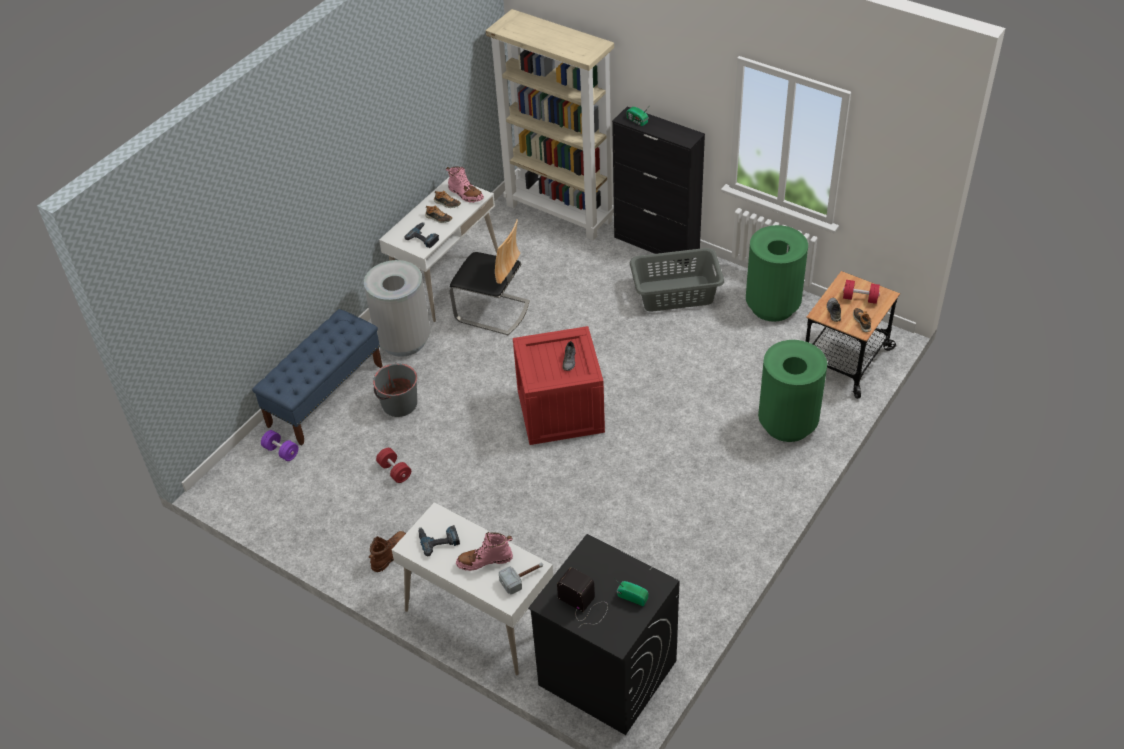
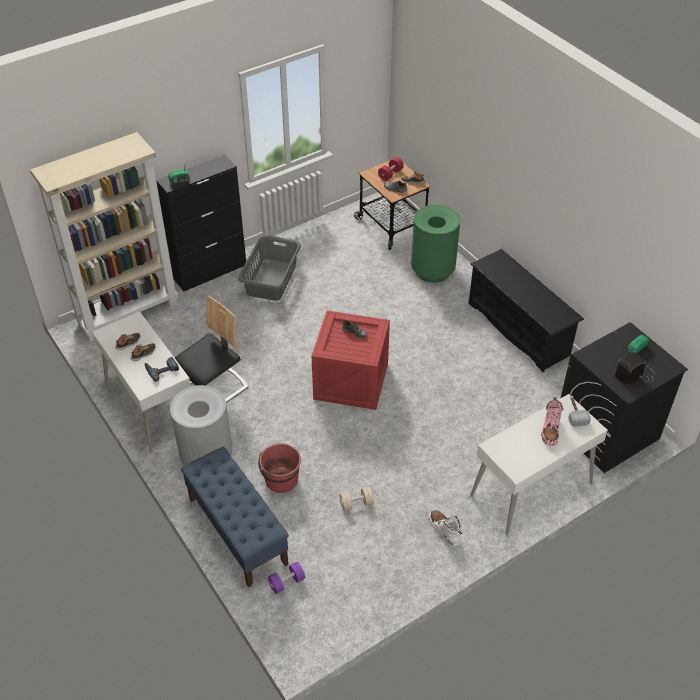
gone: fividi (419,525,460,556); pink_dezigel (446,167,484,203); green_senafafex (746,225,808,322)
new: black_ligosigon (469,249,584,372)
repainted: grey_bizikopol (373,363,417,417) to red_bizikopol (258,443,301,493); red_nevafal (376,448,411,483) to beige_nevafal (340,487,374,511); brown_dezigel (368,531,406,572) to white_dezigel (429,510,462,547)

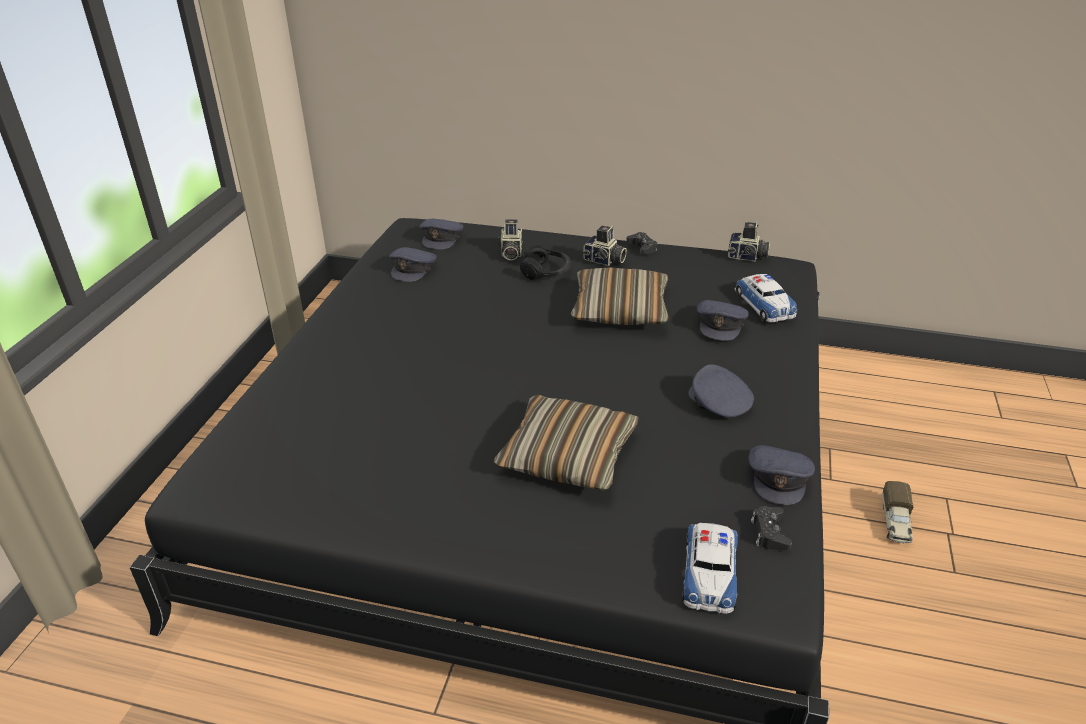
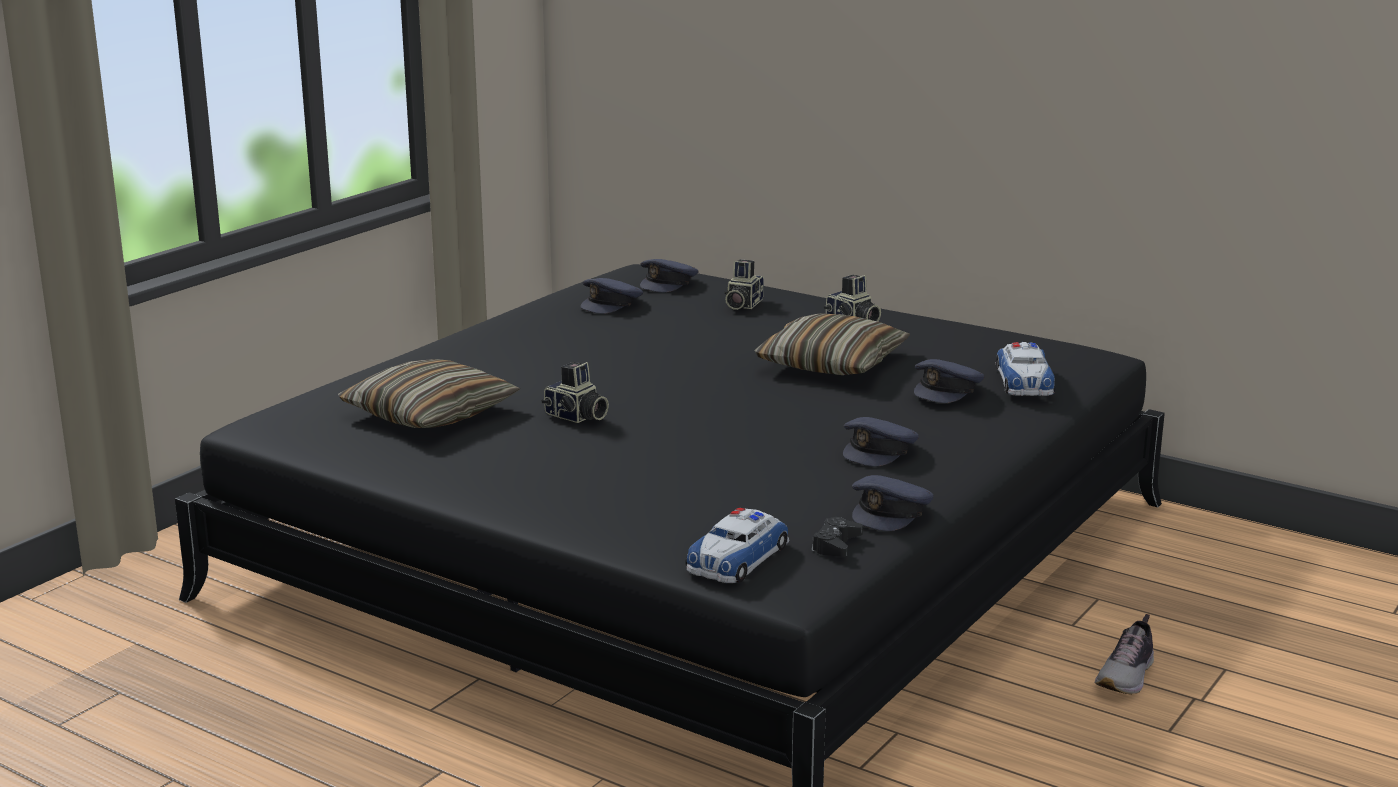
gone: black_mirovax (520,245,571,280); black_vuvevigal (626,232,657,255)
shifted: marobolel (494,395,639,491) to (338,359,520,428); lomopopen (728,222,771,261) to (542,362,609,423)
swapped: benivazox (882,481,913,543) to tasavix (1095,614,1154,695)
rotated: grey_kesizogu (689,365,754,418) = (843,417,919,466) 135 degrees counterclockwise

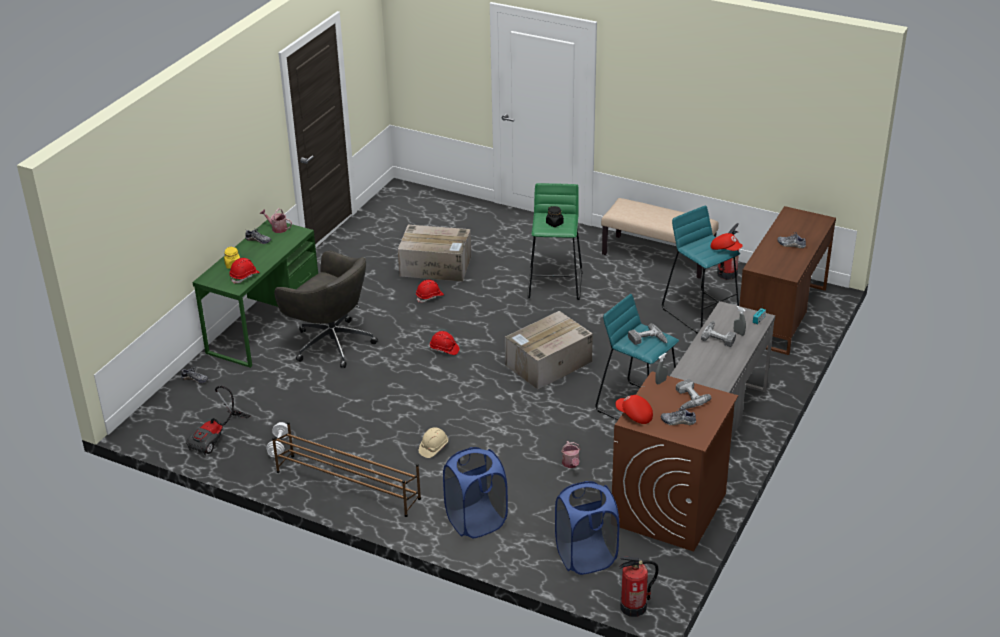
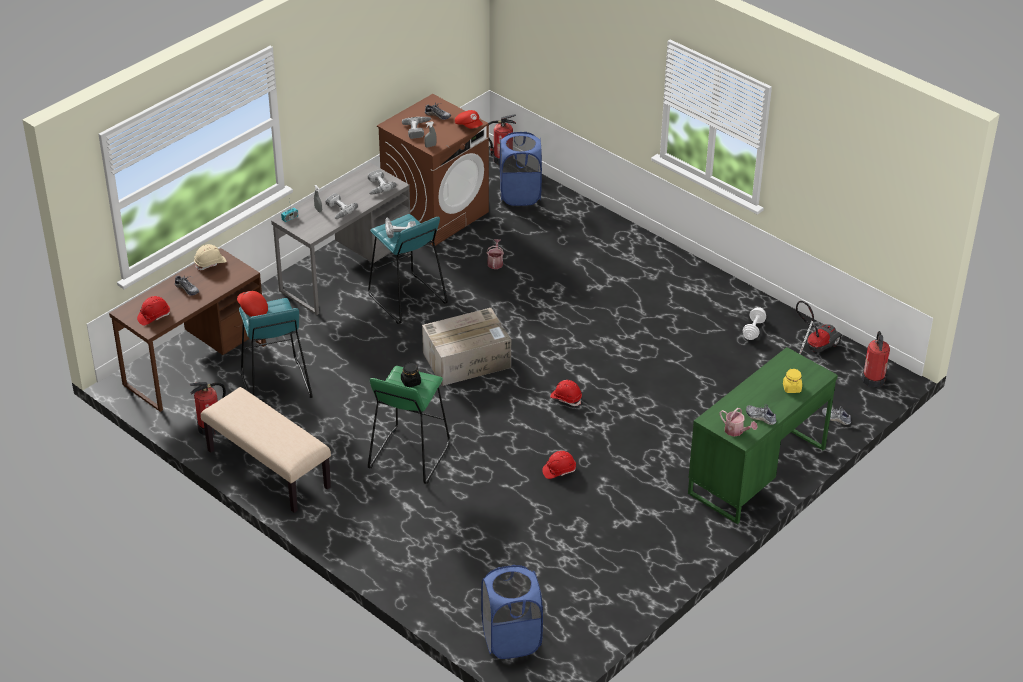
gone: brown_ligosigon (272,422,421,517); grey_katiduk (274,250,378,368); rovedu (398,225,471,282)
new: fividi (368,169,397,194); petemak (862,331,890,388)
shifted: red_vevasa (229,258,259,284) to (137,296,170,325); beige_vevasa (419,427,448,458) to (194,244,227,270); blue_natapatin (443,447,508,538) to (481,565,543,659)

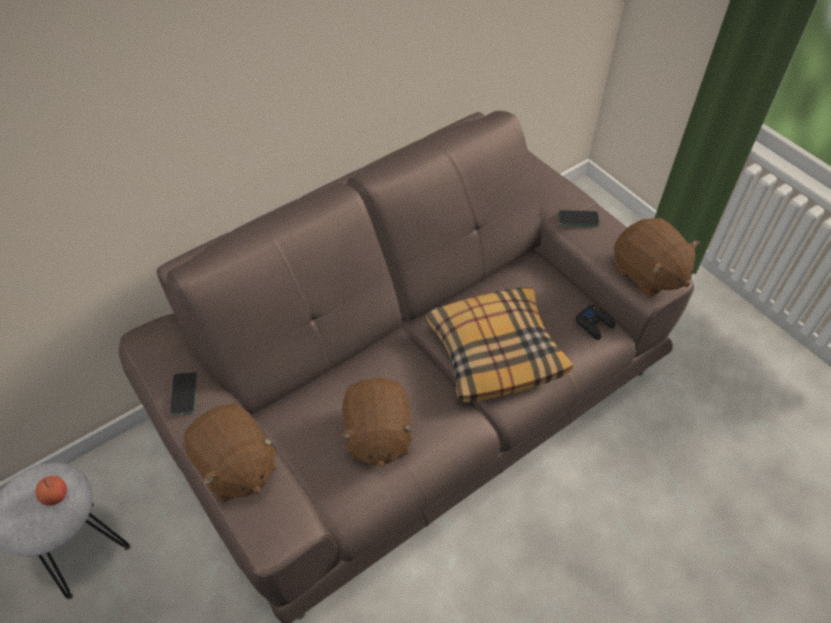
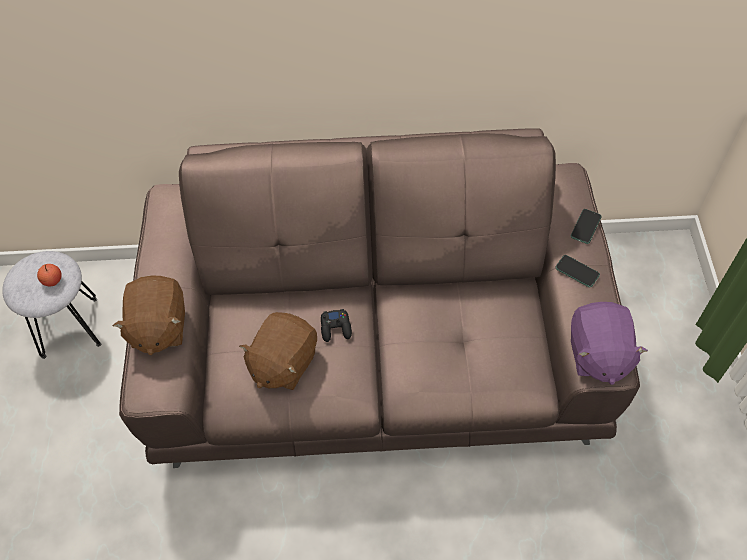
gone: marobolel (425,287,573,402)
shifted: black_vuvevigal (575,304,615,340) to (321,309,352,342); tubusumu (170,372,197,415) to (571,209,602,244)
repainted: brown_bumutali (614,218,700,298) to purple_bumutali (571,302,648,385)

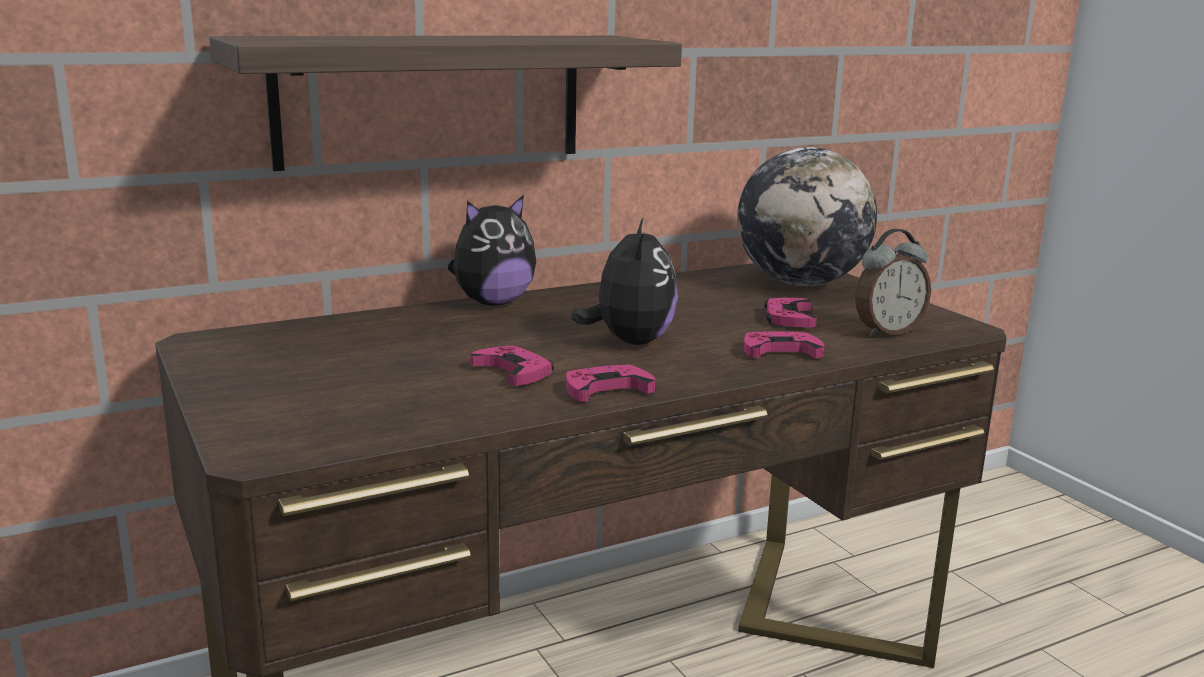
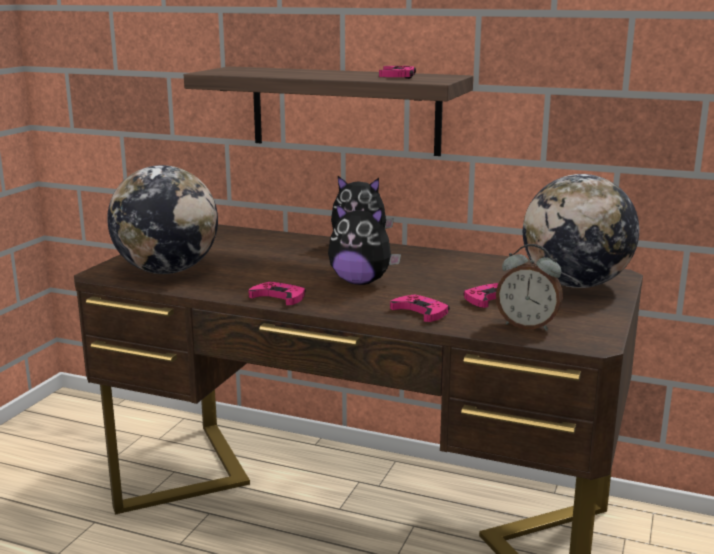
new: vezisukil (107,165,218,274)
shifted: pink_vuvevigal (470,345,554,386) to (379,66,416,79)
rotated: bumutali (571,217,678,345) = (328,203,401,285) 60 degrees clockwise

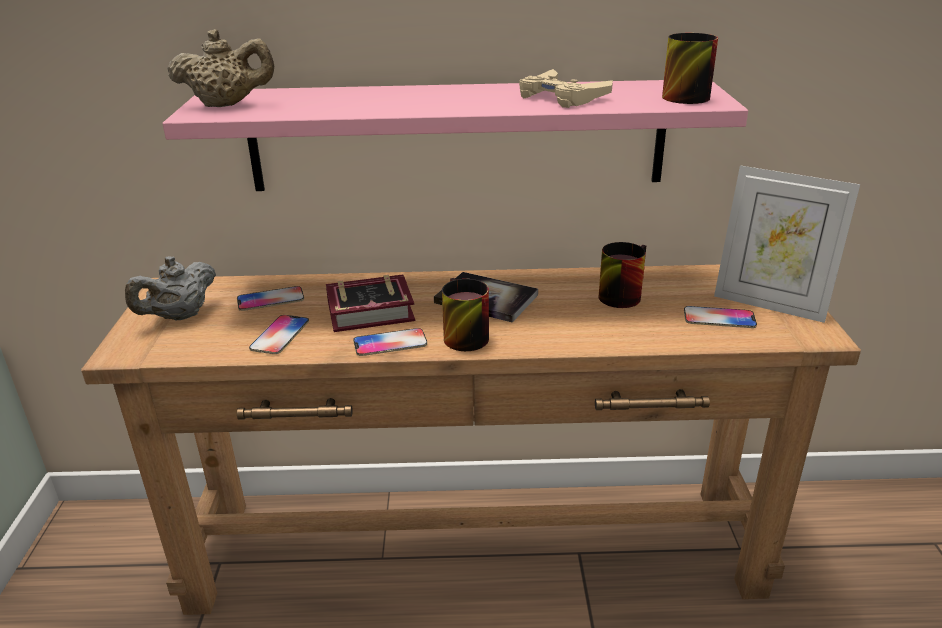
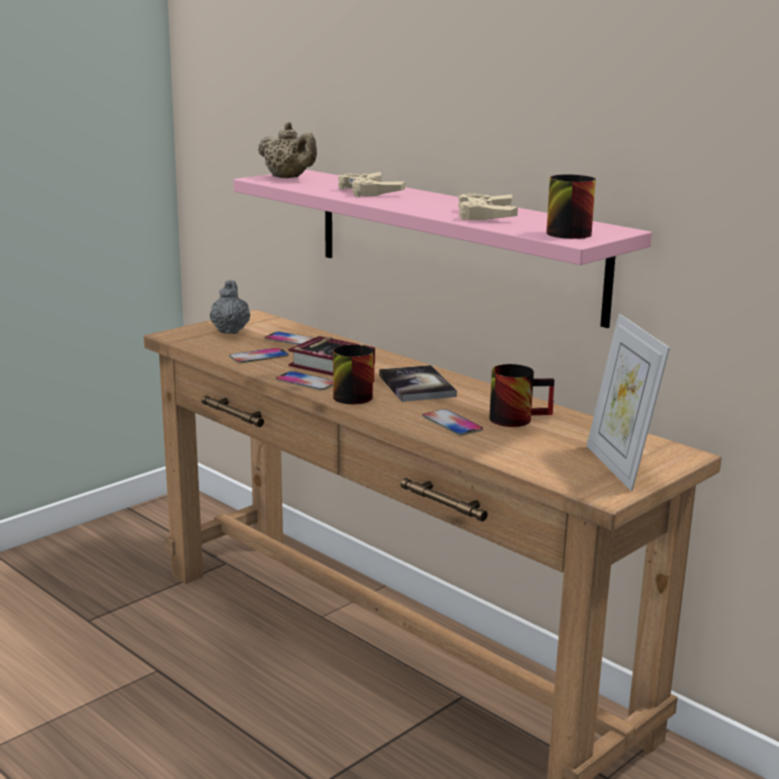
new: beige_vuvevigal (338,172,405,197)
shifted: tubusumu (684,306,757,328) to (422,409,483,436)
rotated: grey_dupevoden (125,256,216,321) = (210,280,250,334) 90 degrees clockwise

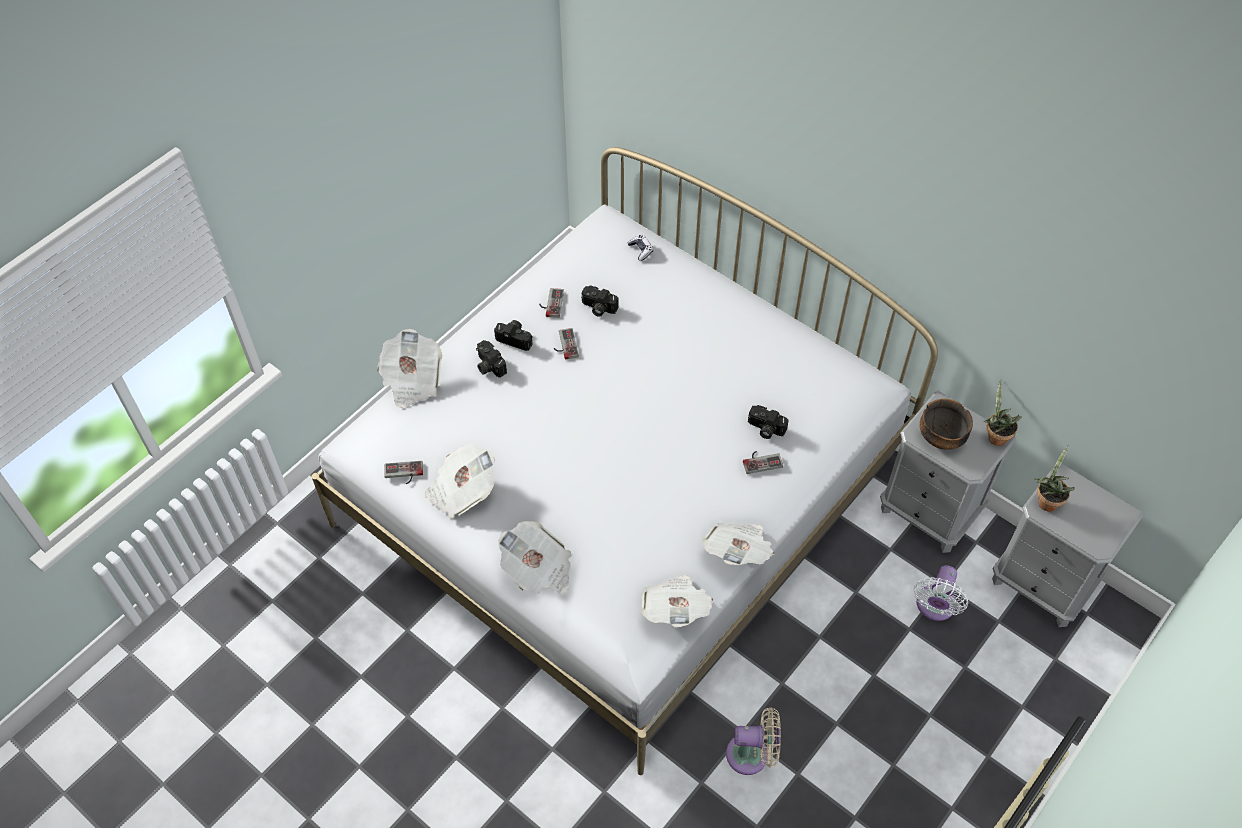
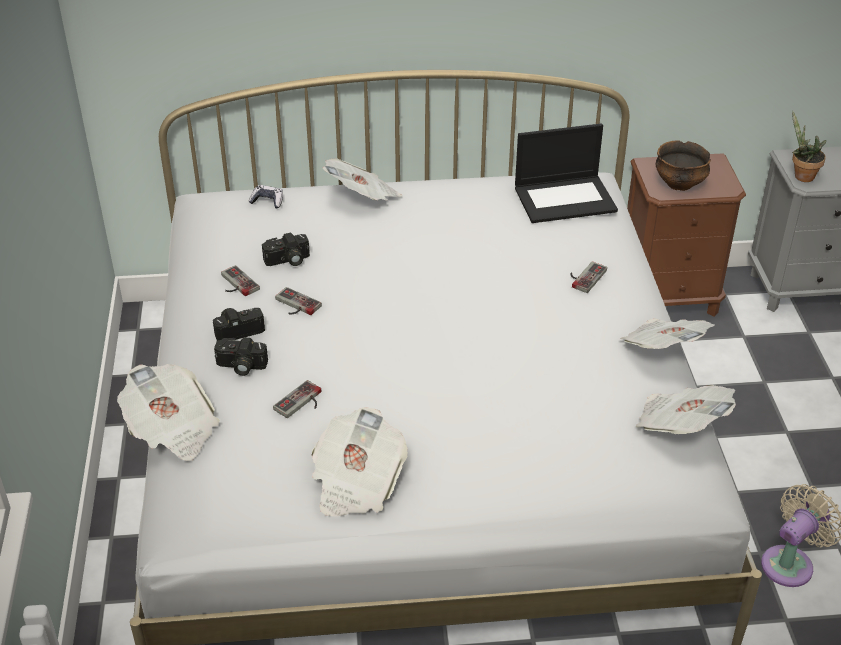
gone: lomopopen (748,405,789,439); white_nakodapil (914,565,968,621); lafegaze (984,380,1022,446)
new: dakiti (515,123,618,223)
shifted: vuvevigal (384,461,423,484) to (273,380,322,418); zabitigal (498,521,571,594) to (322,159,402,201)
repainted: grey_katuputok (880,391,1016,553) to brown_katuputok (627,153,746,316)

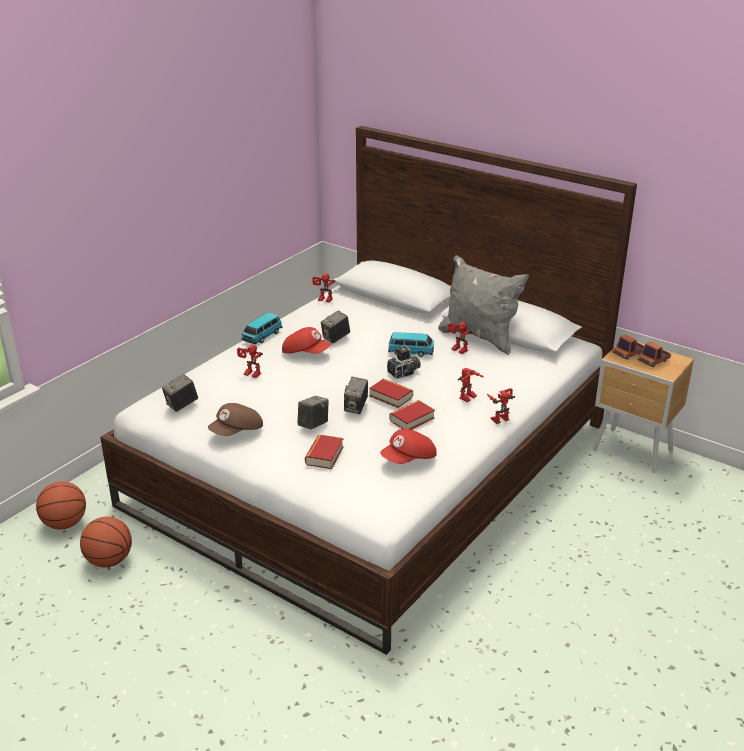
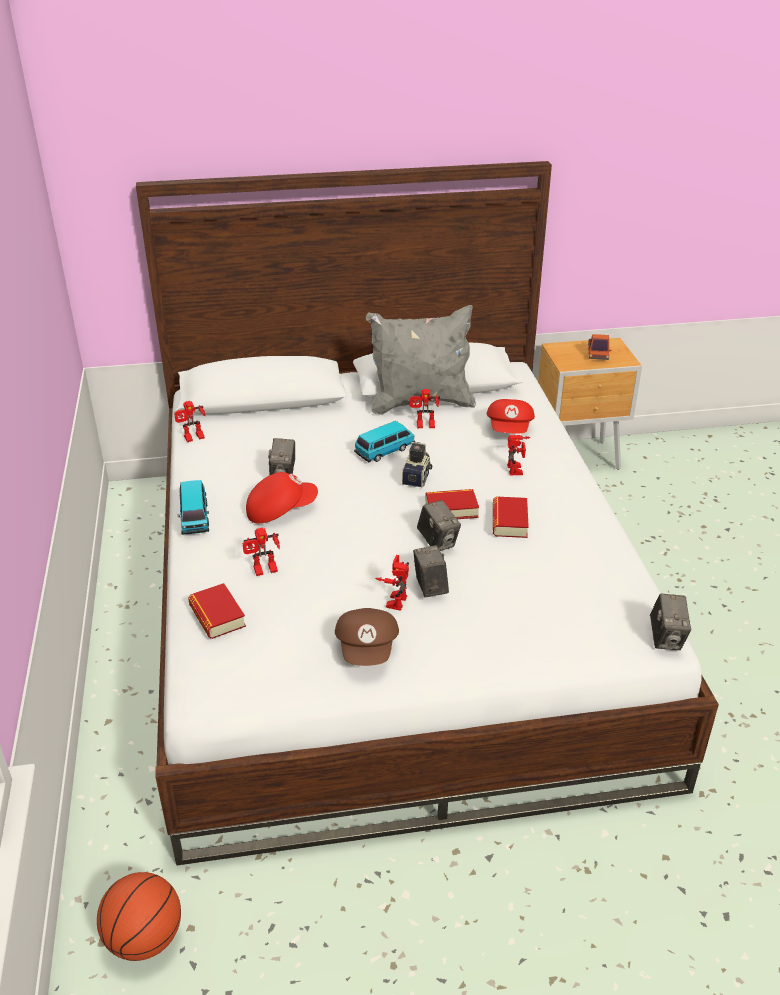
gone: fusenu (80,517,132,567); benivazox (612,334,644,360)
shifted: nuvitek (305,434,344,469) to (188,583,246,639); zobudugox (487,388,515,424) to (375,555,409,611); red_kesizogu (380,429,437,464) to (487,399,535,433); lomopopen (162,374,198,412) to (650,594,691,650)

